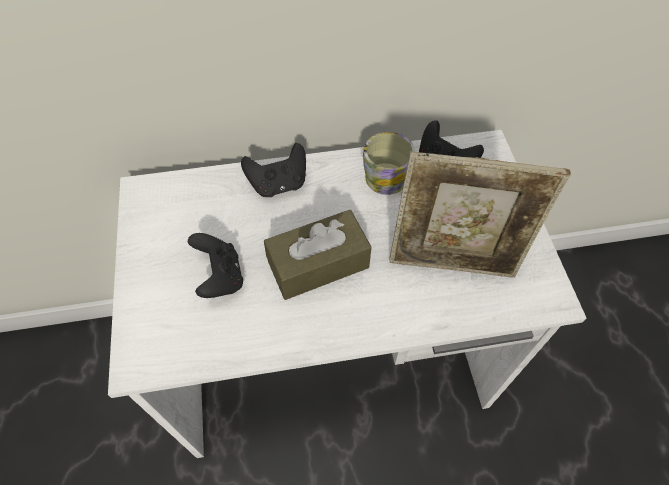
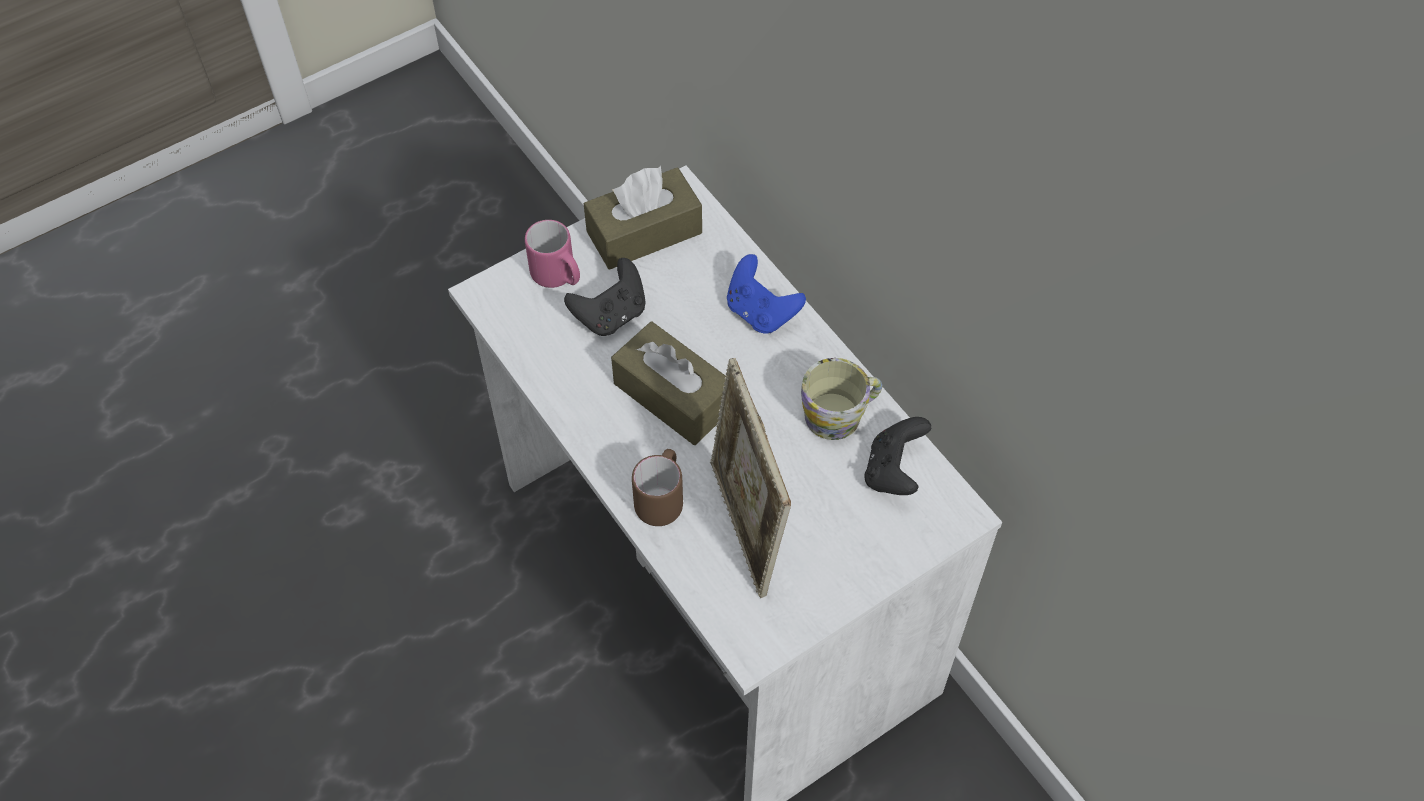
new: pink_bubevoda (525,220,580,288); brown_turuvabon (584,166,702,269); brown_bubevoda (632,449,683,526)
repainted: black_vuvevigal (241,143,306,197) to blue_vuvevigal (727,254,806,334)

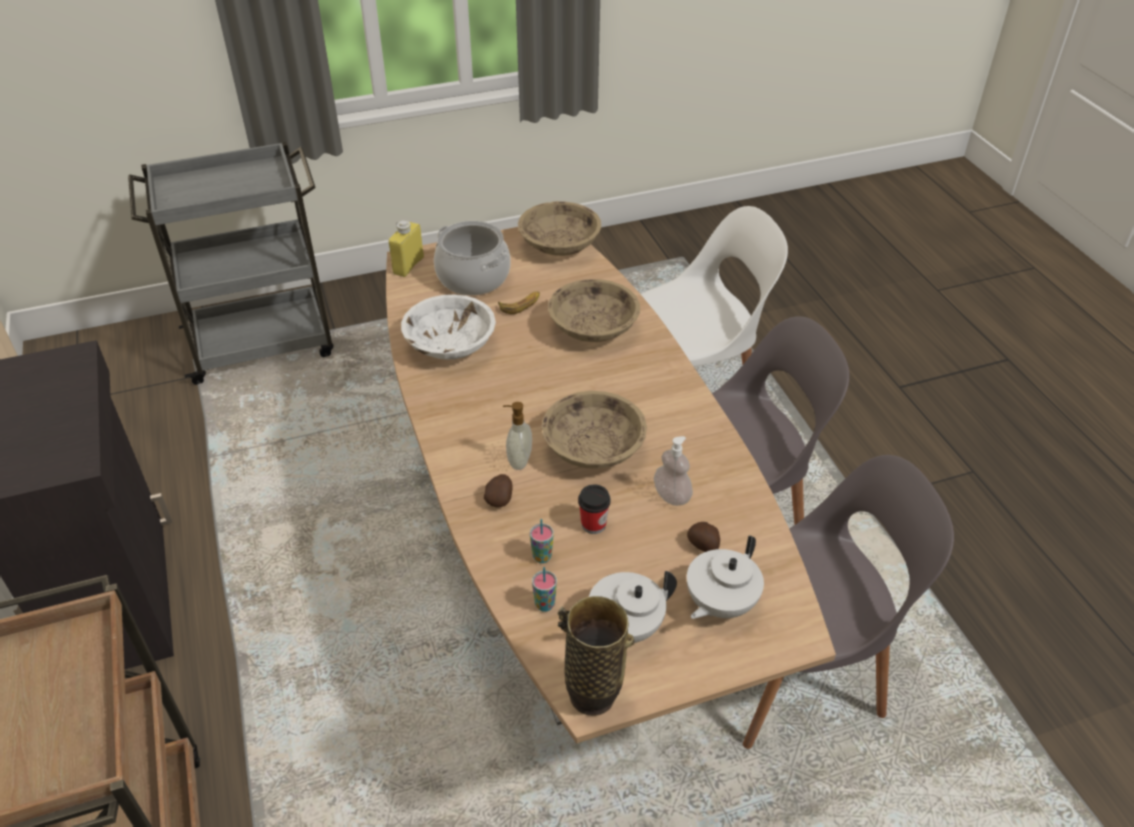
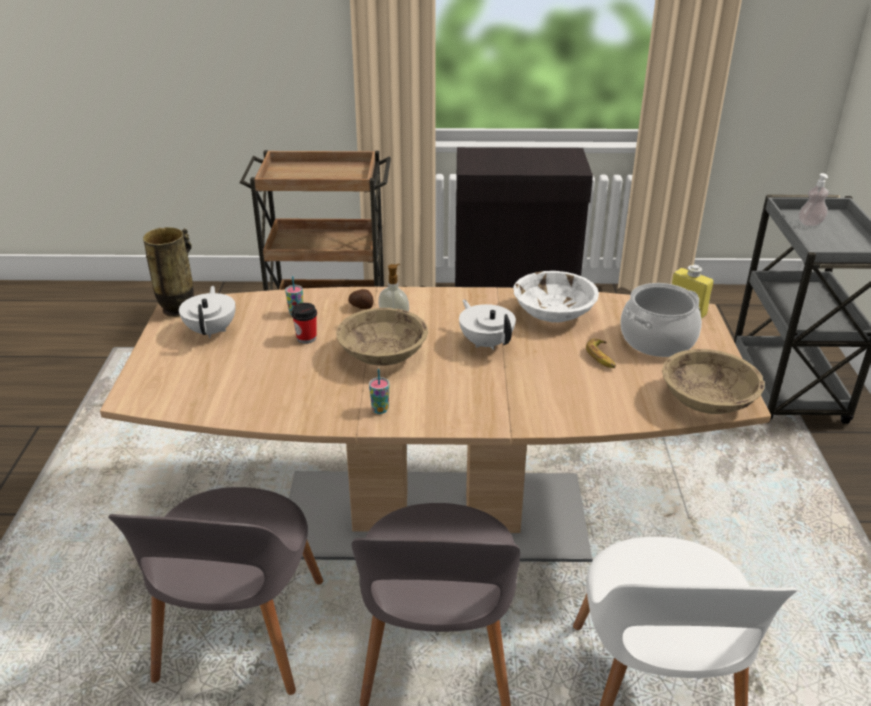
gone: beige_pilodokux (548,279,640,342); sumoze (687,522,720,552)
shifted: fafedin (532,567,557,612) to (369,369,390,414); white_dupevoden (687,536,764,619) to (459,300,516,350); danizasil (654,436,693,506) to (799,173,829,226)

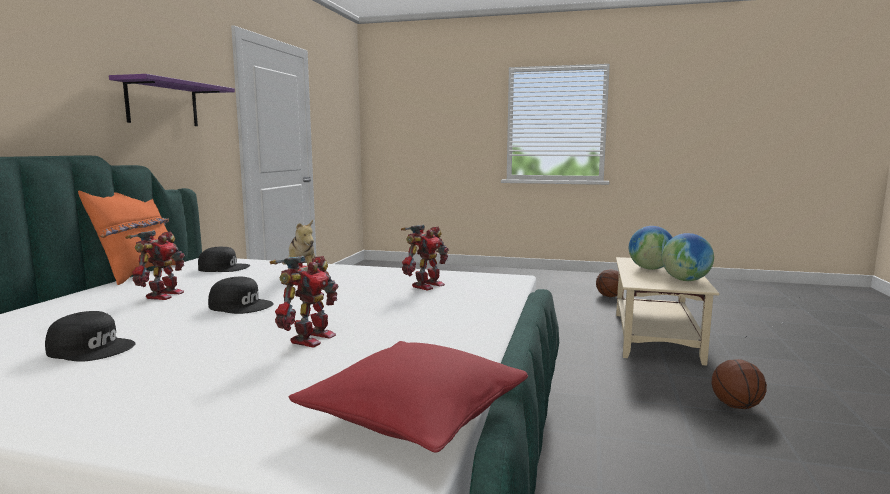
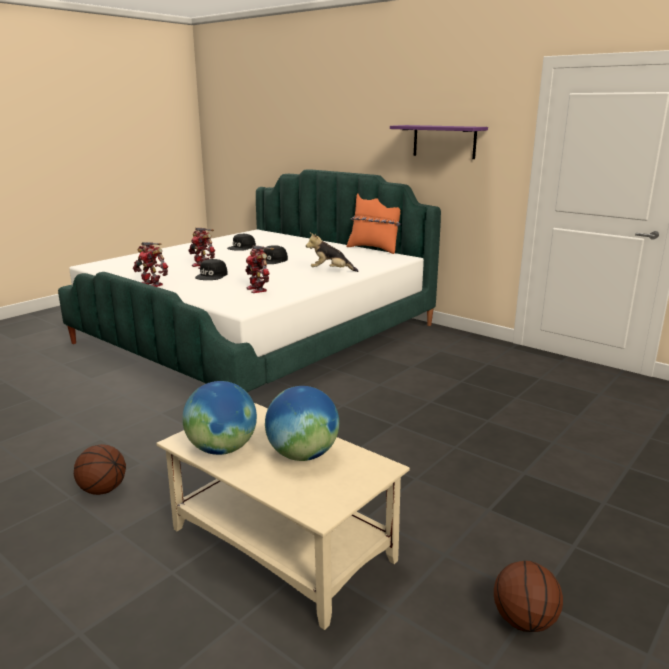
gone: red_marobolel (289,341,528,453)
shifted: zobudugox (125,230,185,300) to (133,242,168,287); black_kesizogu (198,247,250,272) to (195,259,228,280)

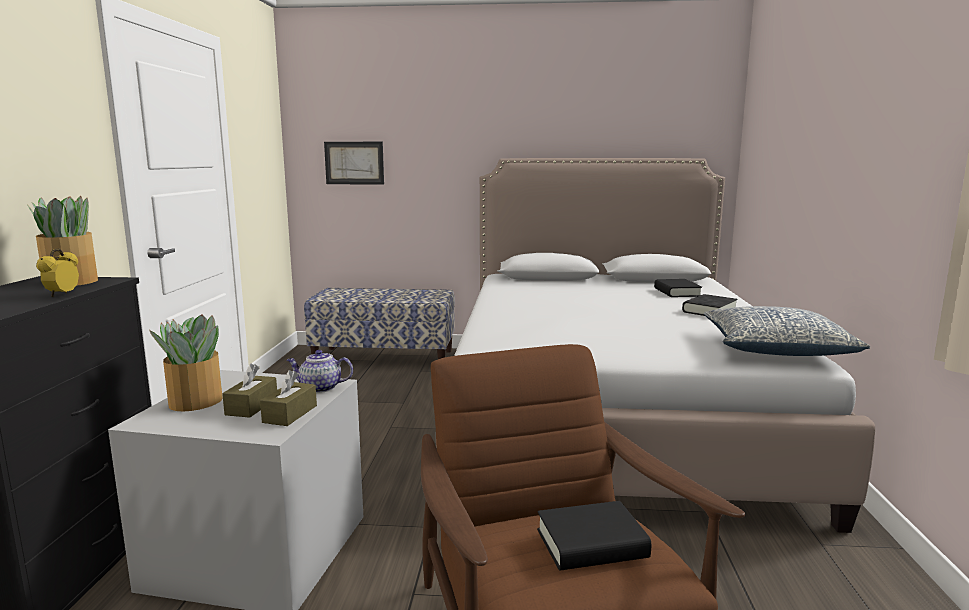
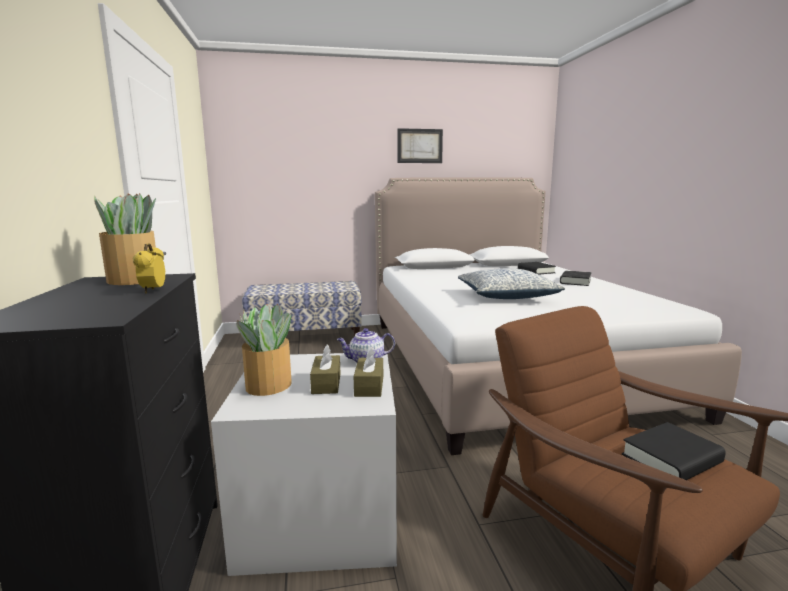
shifted: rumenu (324,142,384,184) to (397,128,443,163); marobolel (704,306,870,356) to (458,268,565,299)

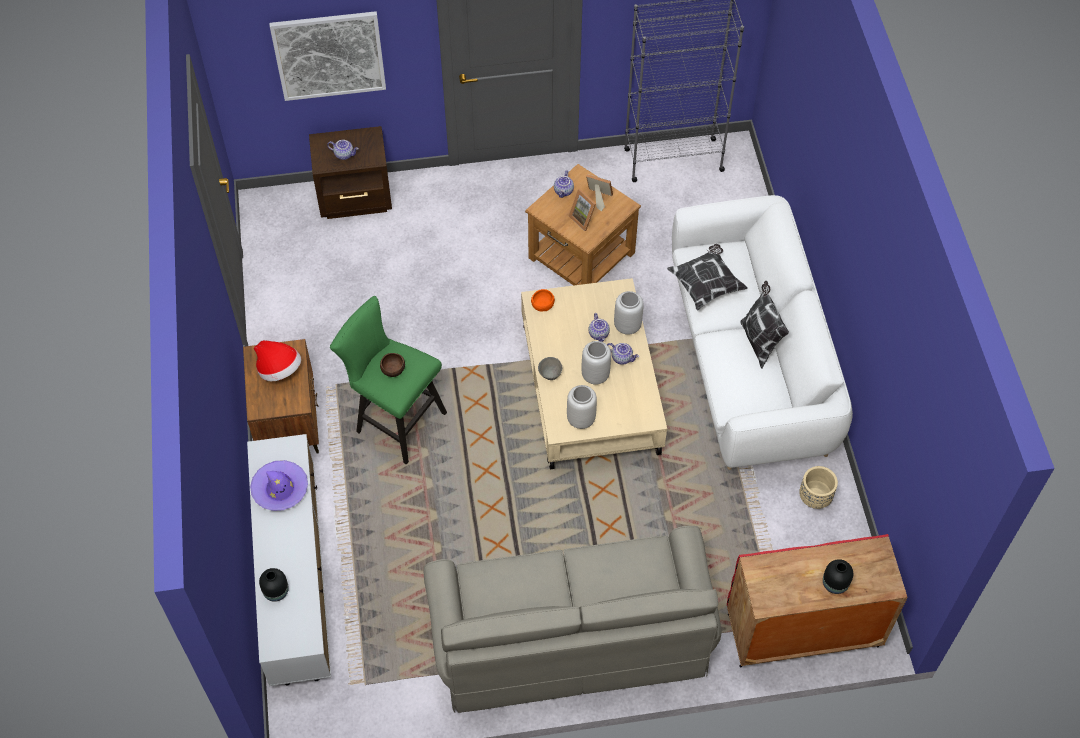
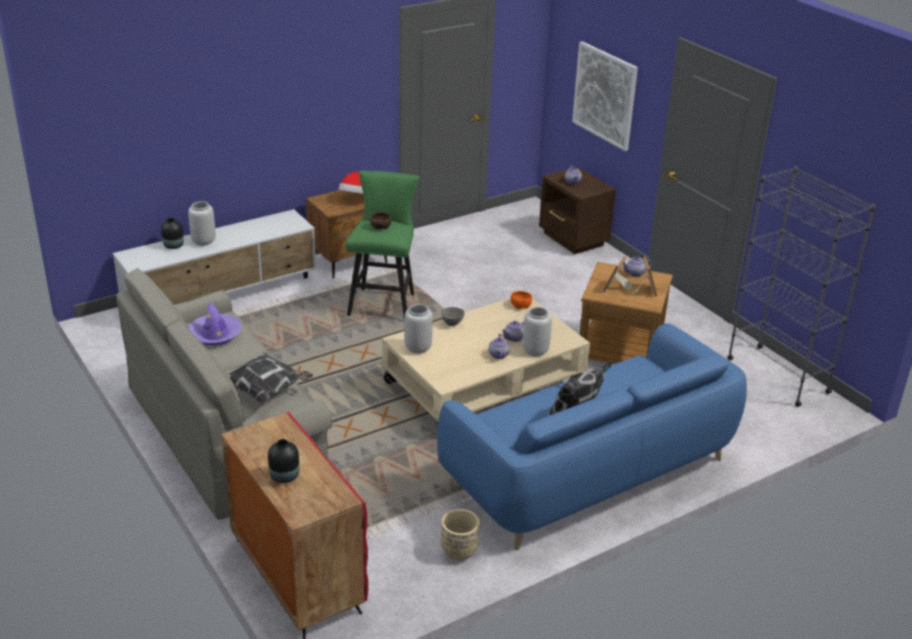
shifted: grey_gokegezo (581,341,611,385) to (188,201,216,246); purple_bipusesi (250,460,308,511) to (188,302,242,345); marobolel (667,244,748,311) to (228,352,313,405)
repainted: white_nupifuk (672,195,853,470) to blue_nupifuk (437,323,747,550)

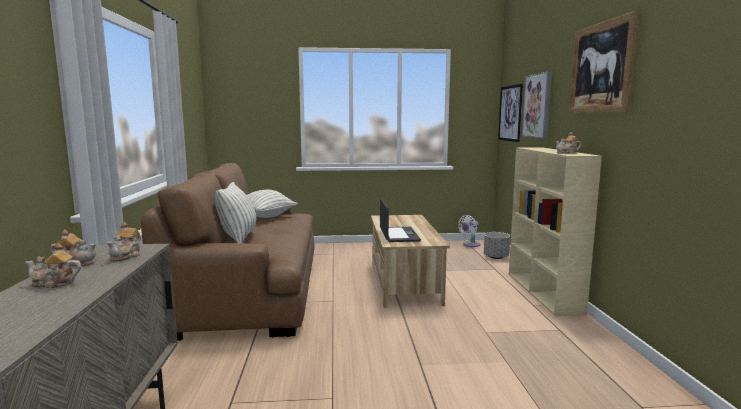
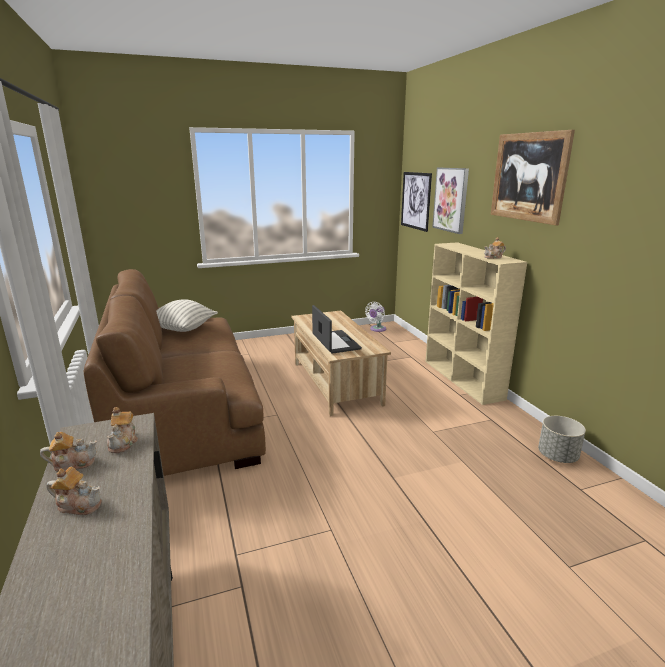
gone: marobolel (215,182,256,243)
shifted: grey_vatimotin (484,232,510,259) to (538,416,586,463)
rotated: dupevoden (25,243,81,288) = (46,467,102,515) 150 degrees counterclockwise

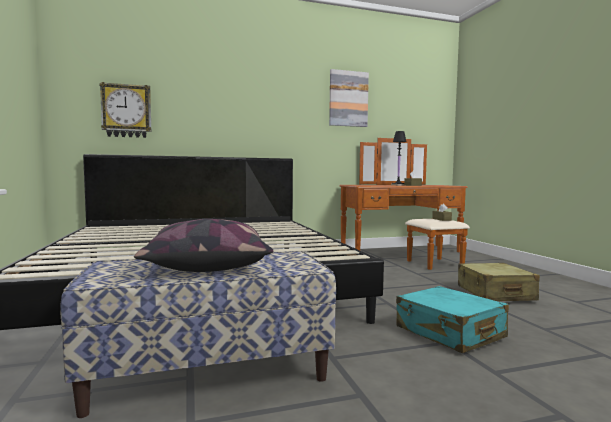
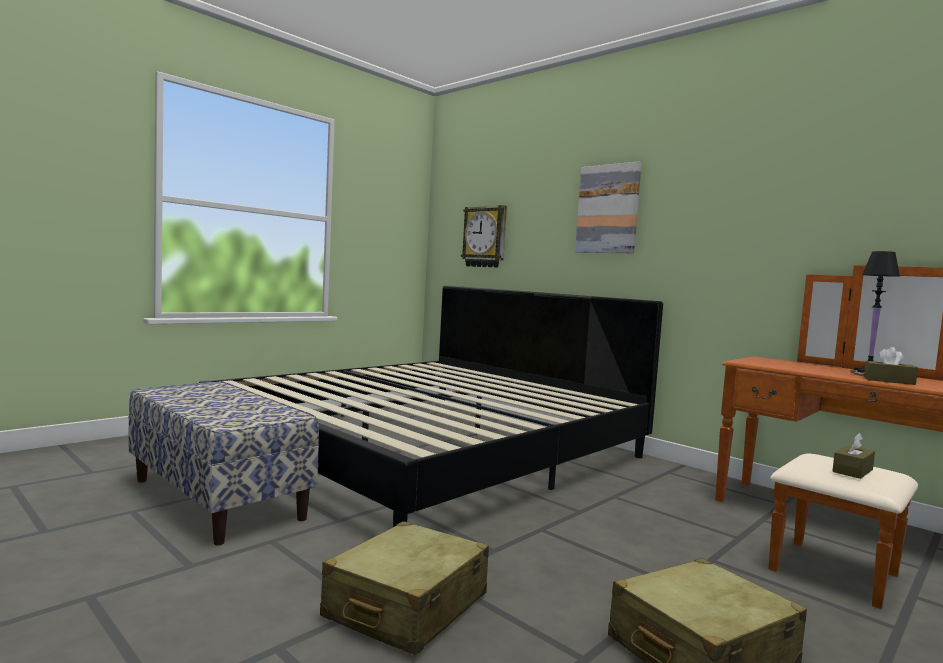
gone: marobolel (134,219,273,272)
shifted: rumenu (329,69,369,127) to (575,161,642,253)
repainted: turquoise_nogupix (396,286,509,353) to beige_nogupix (320,521,489,655)

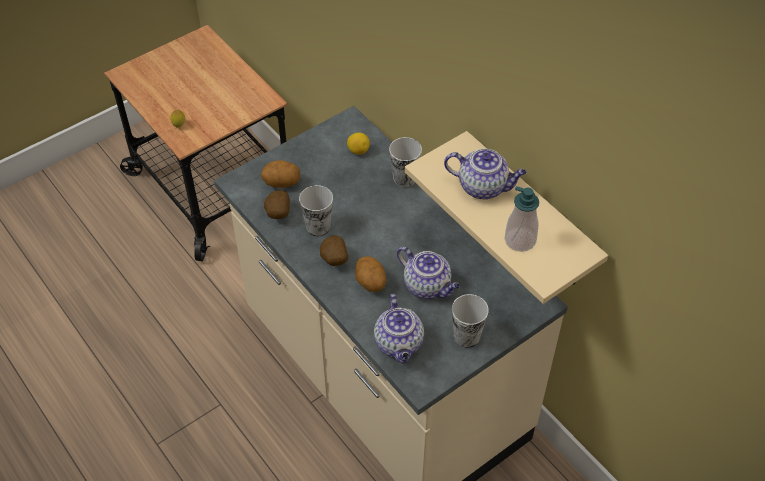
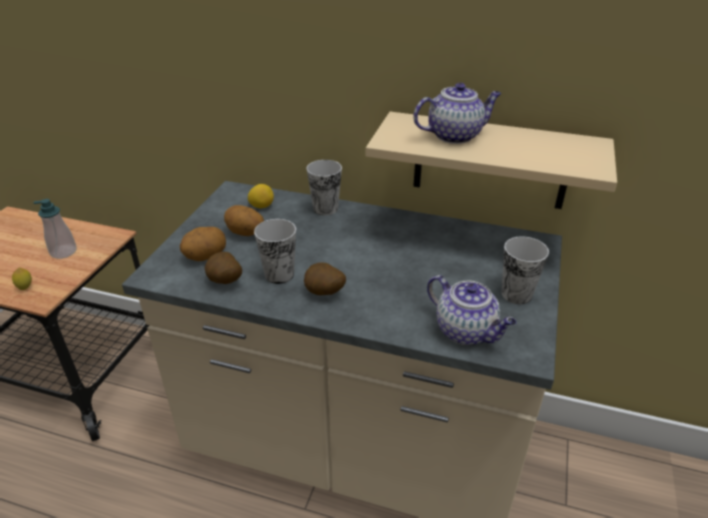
gone: dupevoden (397,246,460,300)
shifted: danizasil (505,186,539,252) to (33,199,77,259); sumoze (355,256,386,292) to (224,205,264,236)

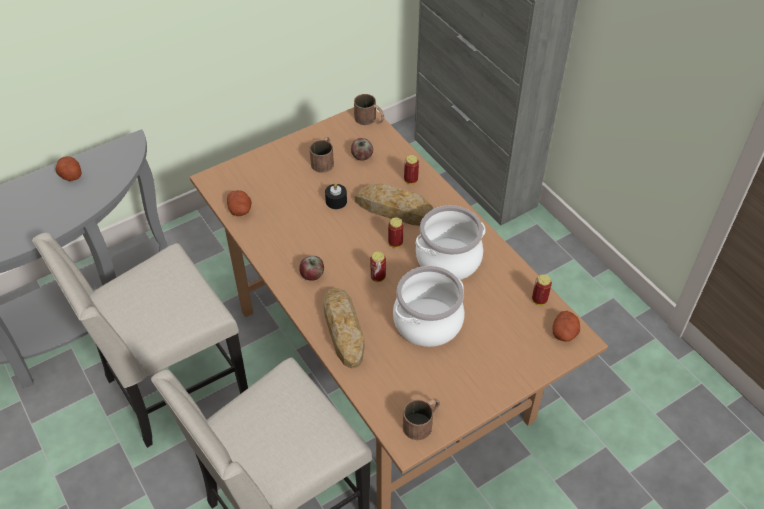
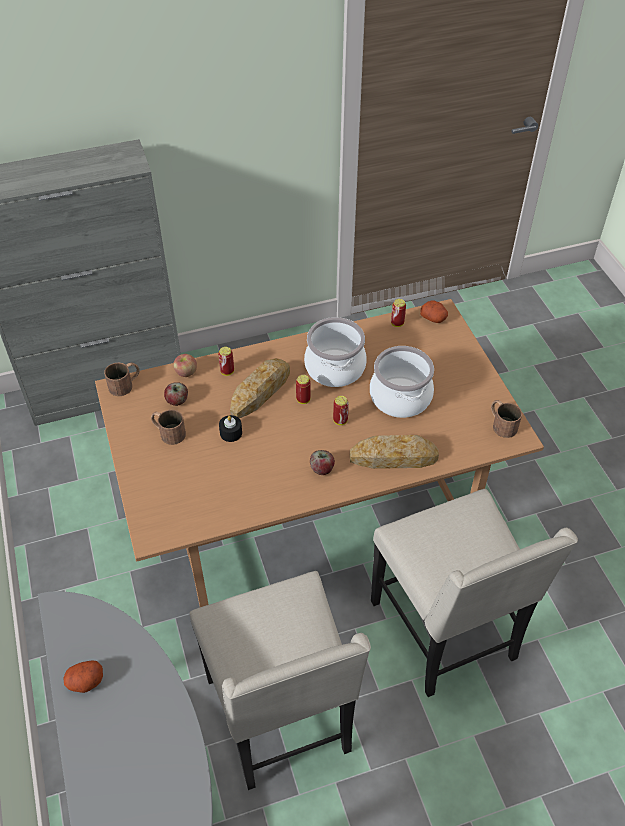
gone: sumoze (227,190,252,216)
new: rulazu (173,354,197,377)

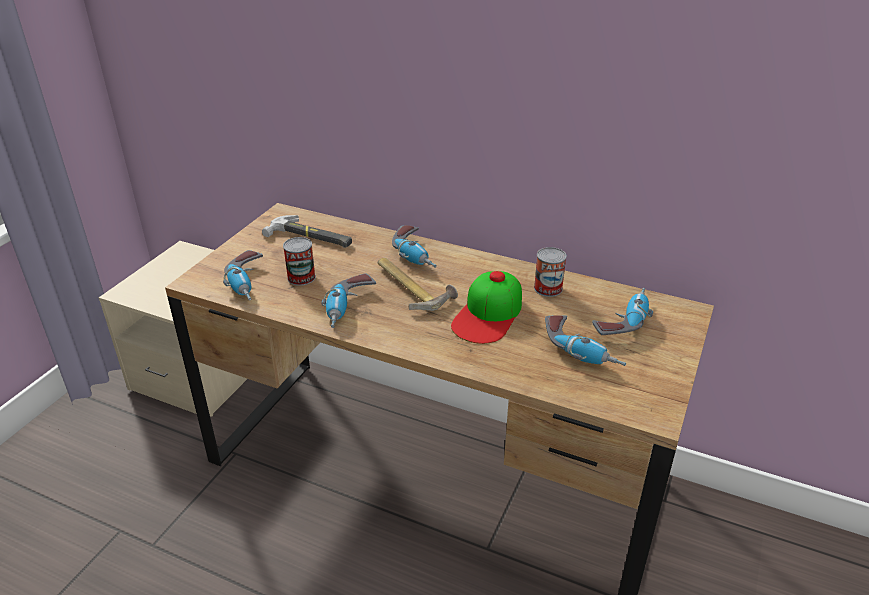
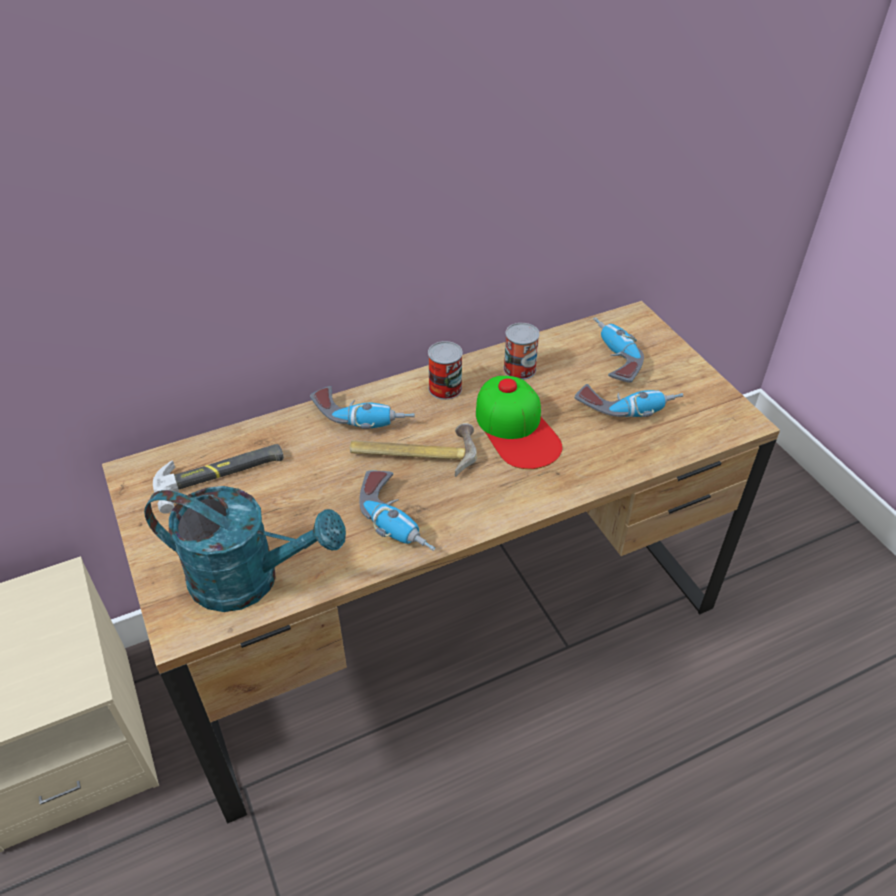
shifted: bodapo (283,237,316,286) to (428,341,463,400)
swapped: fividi (223,250,263,301) to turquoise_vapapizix (144,486,346,612)

